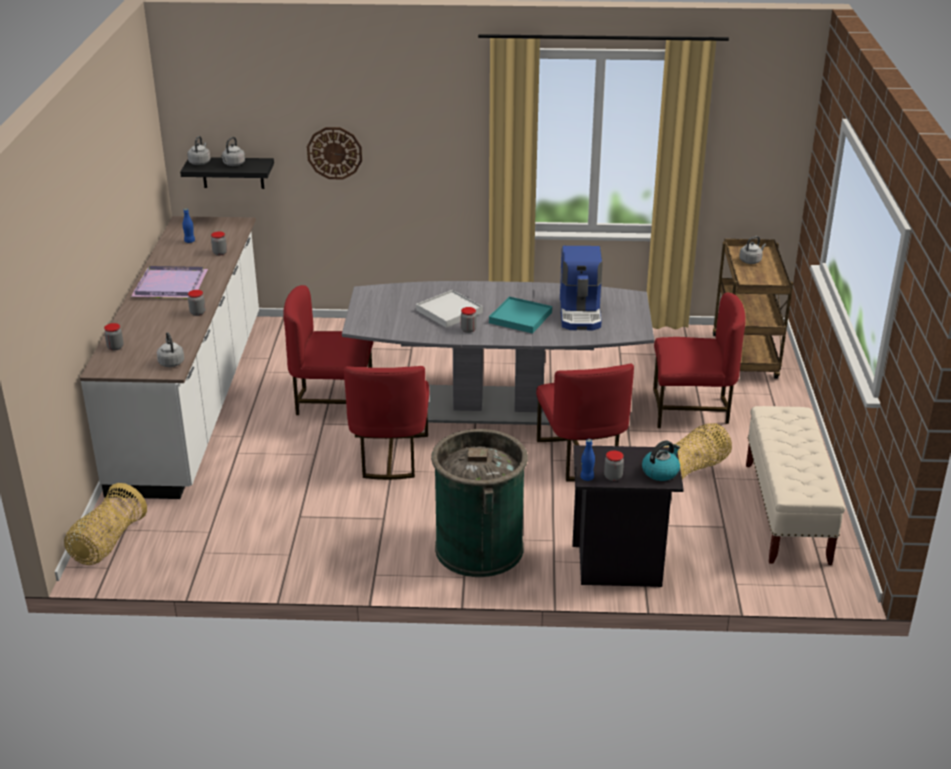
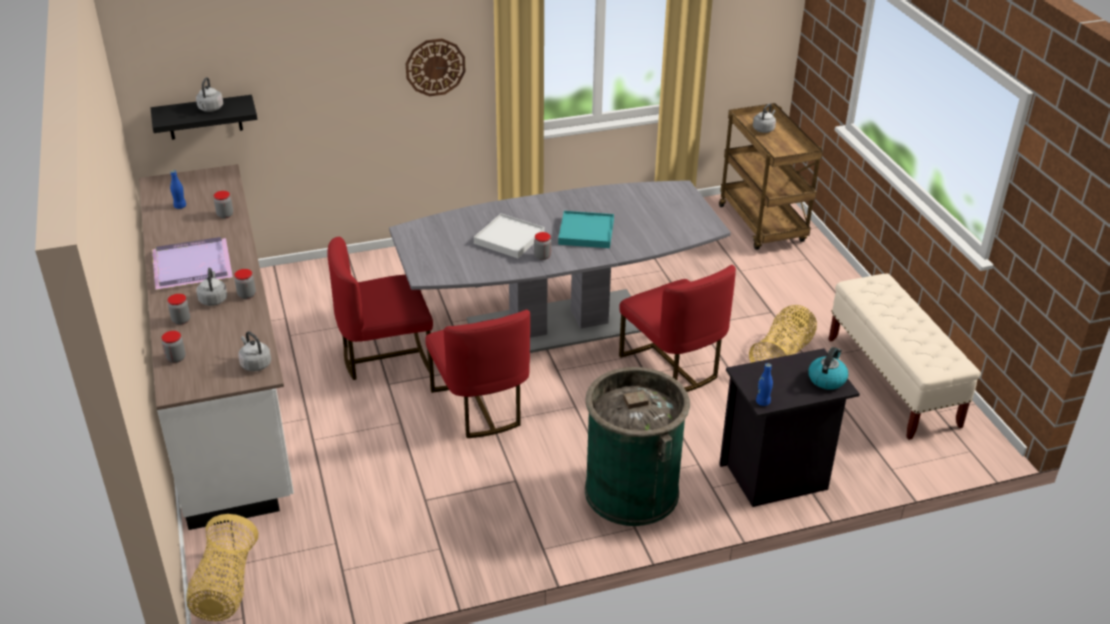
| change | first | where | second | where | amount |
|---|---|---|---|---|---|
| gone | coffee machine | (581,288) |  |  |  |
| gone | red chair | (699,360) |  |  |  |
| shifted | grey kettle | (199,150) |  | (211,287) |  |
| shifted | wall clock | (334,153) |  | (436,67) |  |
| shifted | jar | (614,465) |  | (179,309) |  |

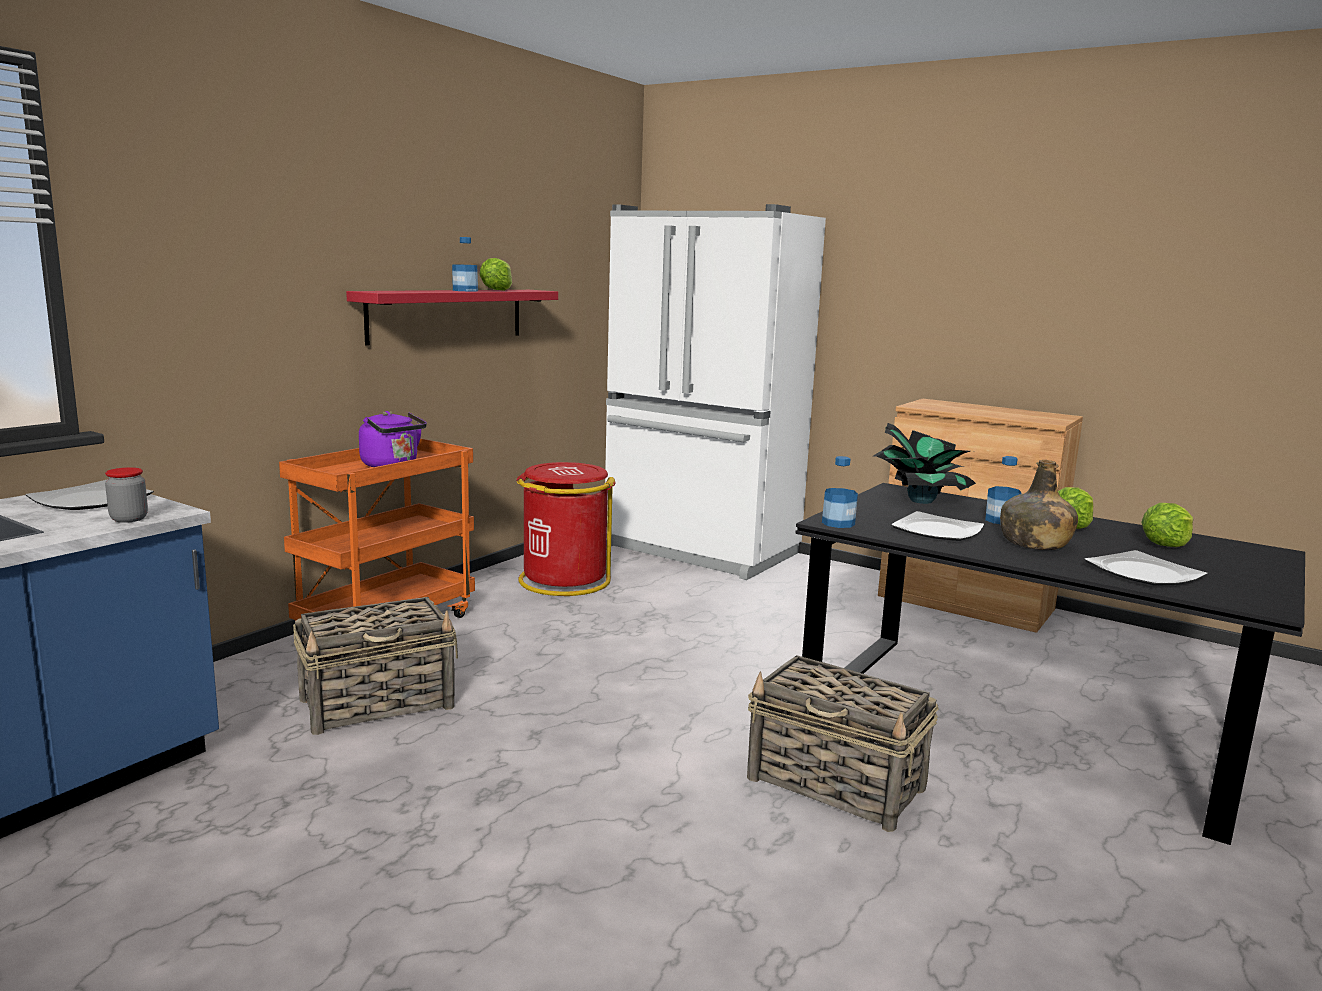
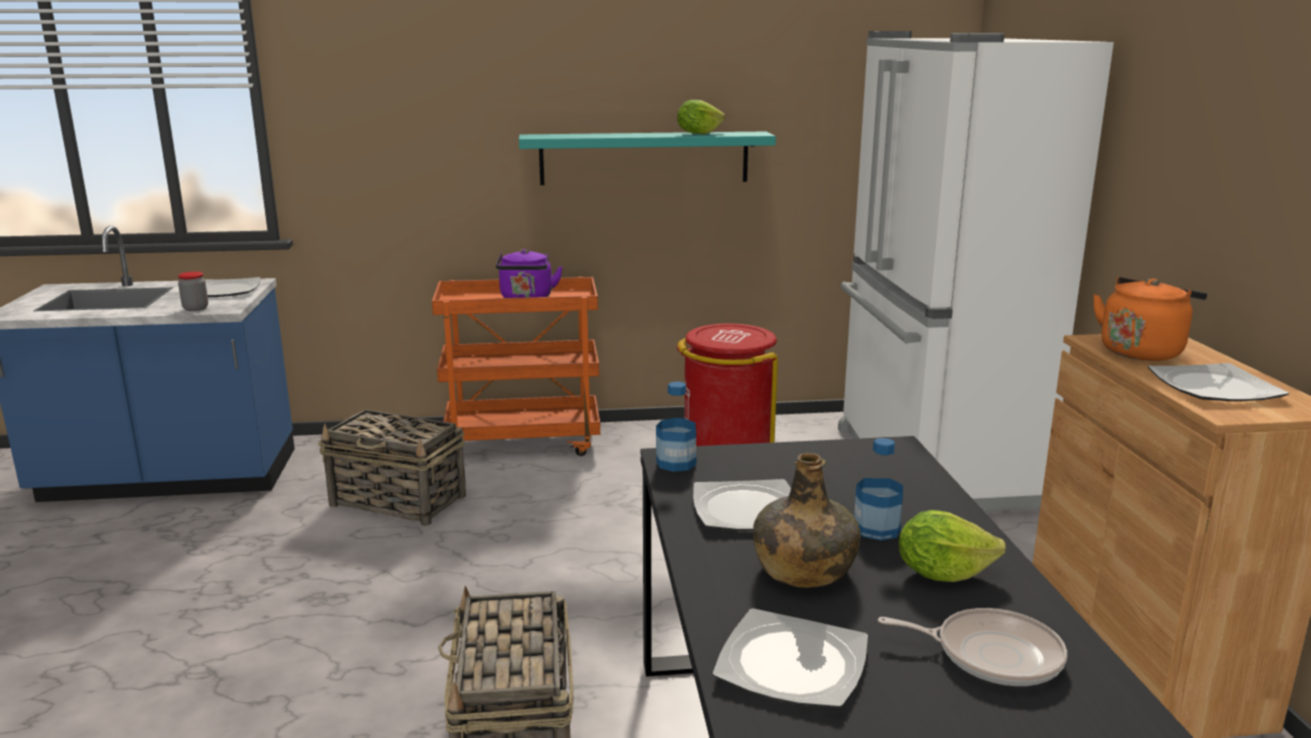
| change | first | where | second | where | amount |
|---|---|---|---|---|---|
| gone | bottle | (465,264) |  |  |  |
| gone | potted plant | (925,463) |  |  |  |
| new |  |  | orange kettle | (1150,319) |  |
| new |  |  | plate | (1218,382) |  |
| swapped | lettuce | (1167,525) | frying pan | (972,647) |  |
| repainted | red shelf | (452,318) | turquoise shelf | (647,158) |  |

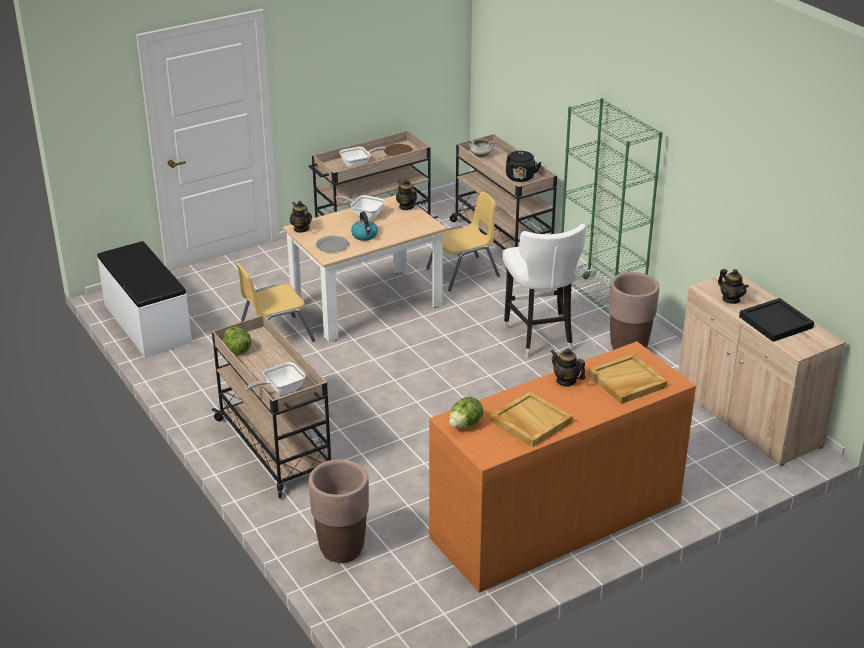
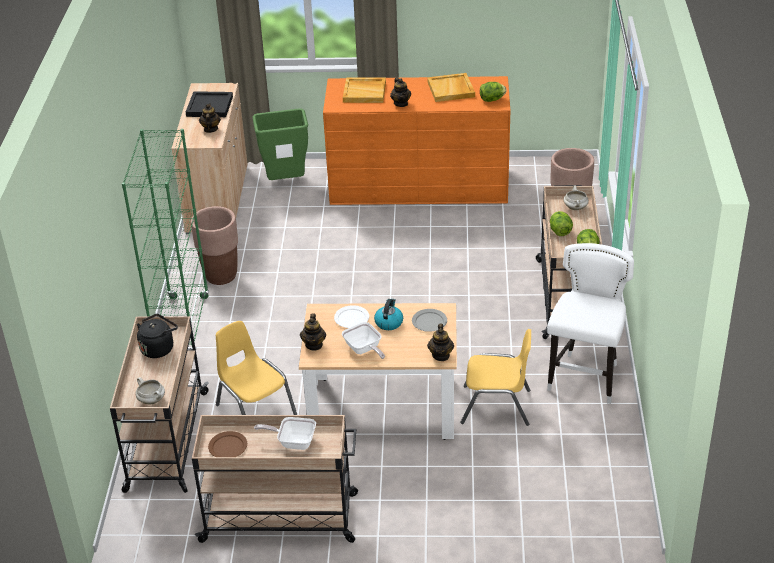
| change | first | where | second | where | amount |
|---|---|---|---|---|---|
| gone | white bench | (144,299) |  |  |  |
| new |  |  | green trash can | (280,144) |  |
| new |  |  | white plate | (351,316) |  |
| new |  |  | lettuce | (561,223) |  |
| shifted | white stool | (544,291) |  | (590,323) |  |
| swapped | frying pan | (275,378) | white cooking pot | (576,197) |  |
| rotated | yellow chair | (463,241) |  | (256,368) | 45 degrees clockwise |

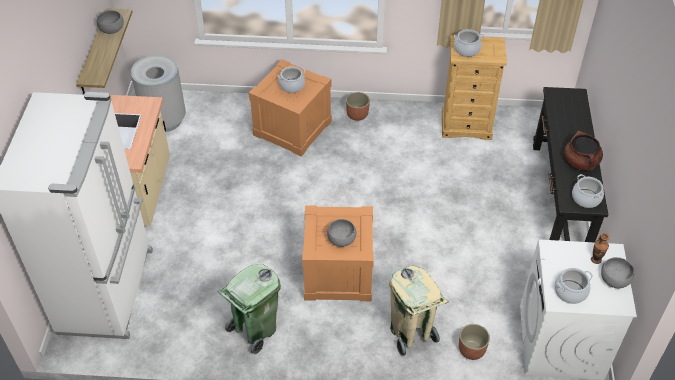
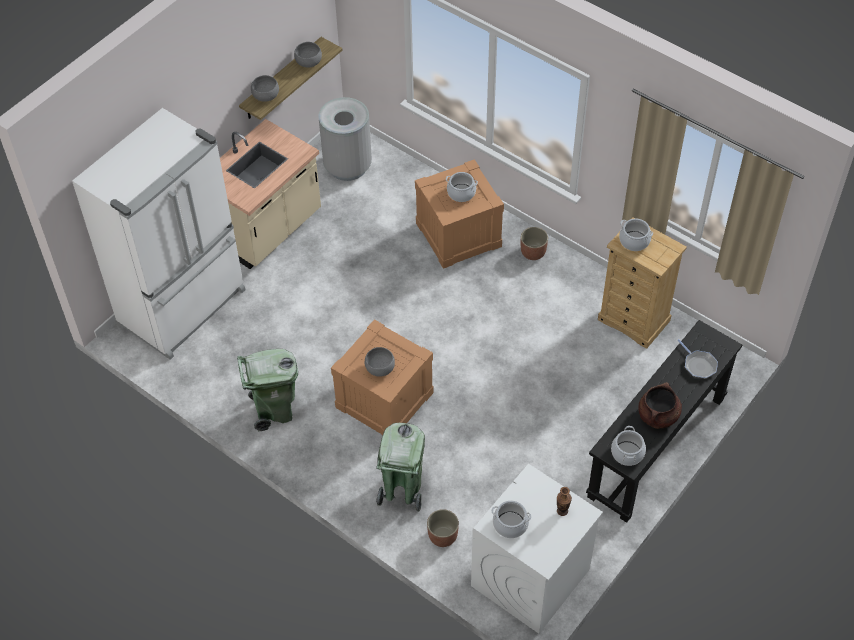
| change | first | where | second | where | amount |
|---|---|---|---|---|---|
| new |  |  | frying pan | (697,358) |  |
| shifted | grey bowl | (618,272) |  | (265,88) |  |
| repainted | beige trash can | (419,311) | green trash can | (400,467) |  |

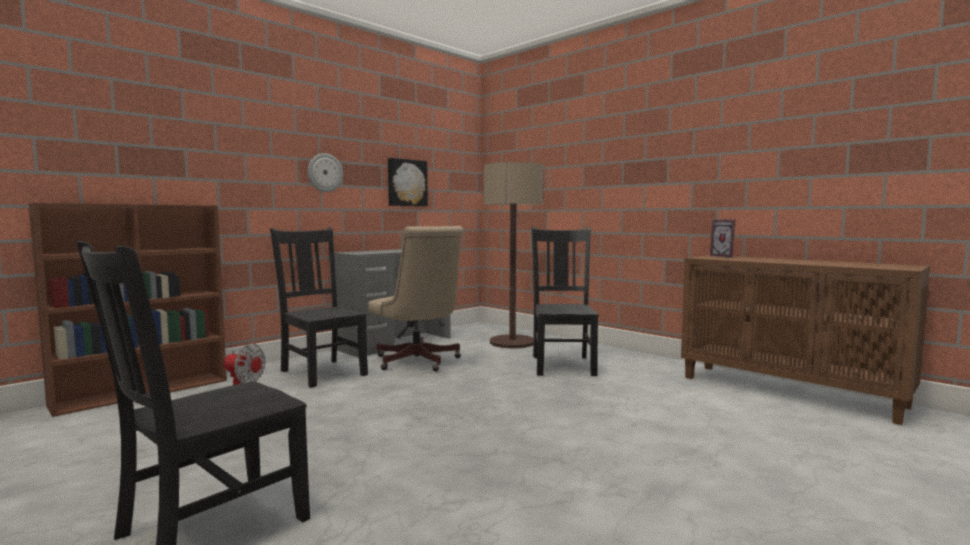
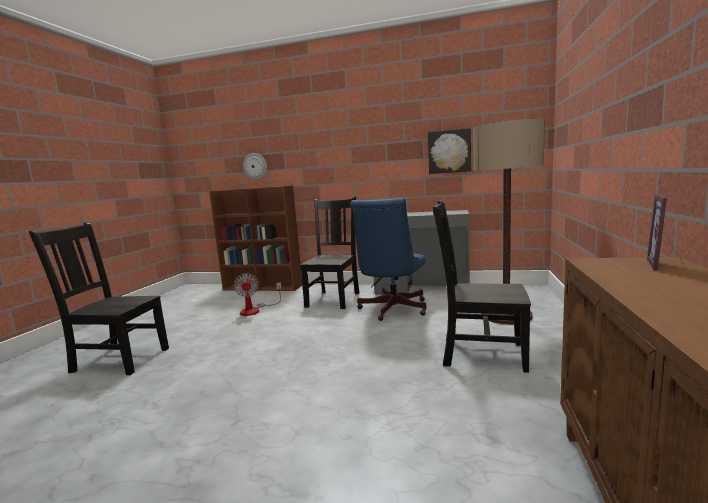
| change | first | where | second | where | amount |
|---|---|---|---|---|---|
| shifted | wall clock | (325,172) |  | (255,166) |  |
| repainted | beige office chair | (415,298) | blue office chair | (388,259) |  |
| rotated | black chair | (565,301) |  | (481,287) | 135 degrees counterclockwise |

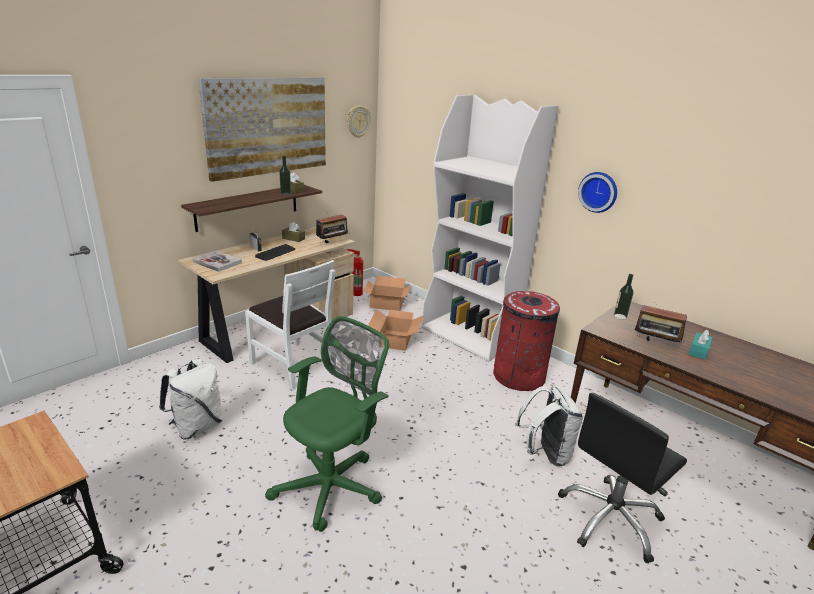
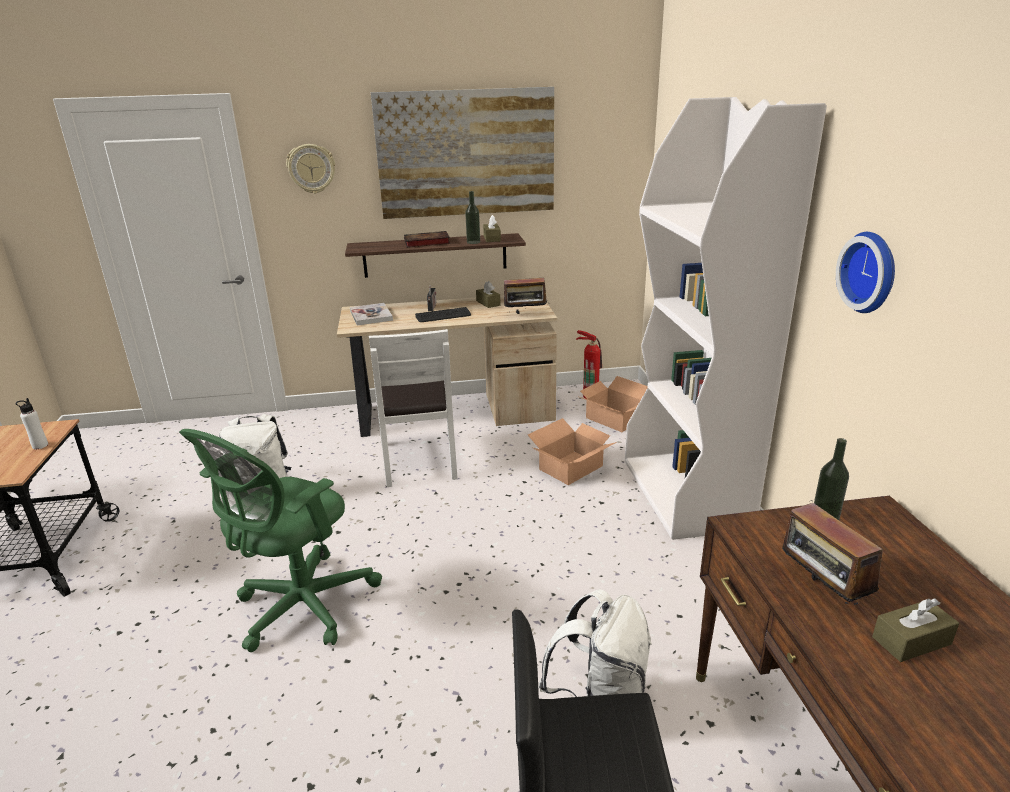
| change | first | where | second | where | amount |
|---|---|---|---|---|---|
| gone | red trash can | (526,341) |  |  |  |
| new |  |  | white bottle | (32,423) |  |
| new |  |  | book | (427,239) |  |
| shifted | wall clock | (359,121) |  | (310,169) |  |
| repainted | turquoise tissue box | (701,345) | brown tissue box | (915,630) |  |
| rotated | green office chair | (327,424) |  | (280,540) | 135 degrees clockwise |

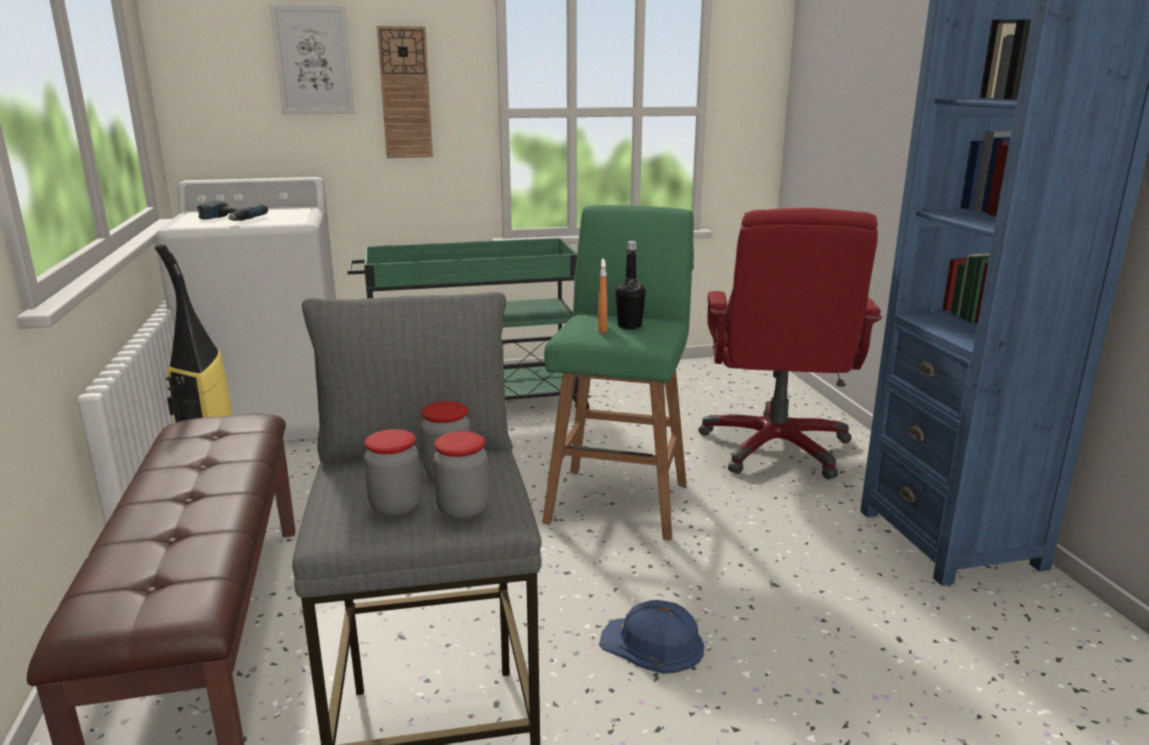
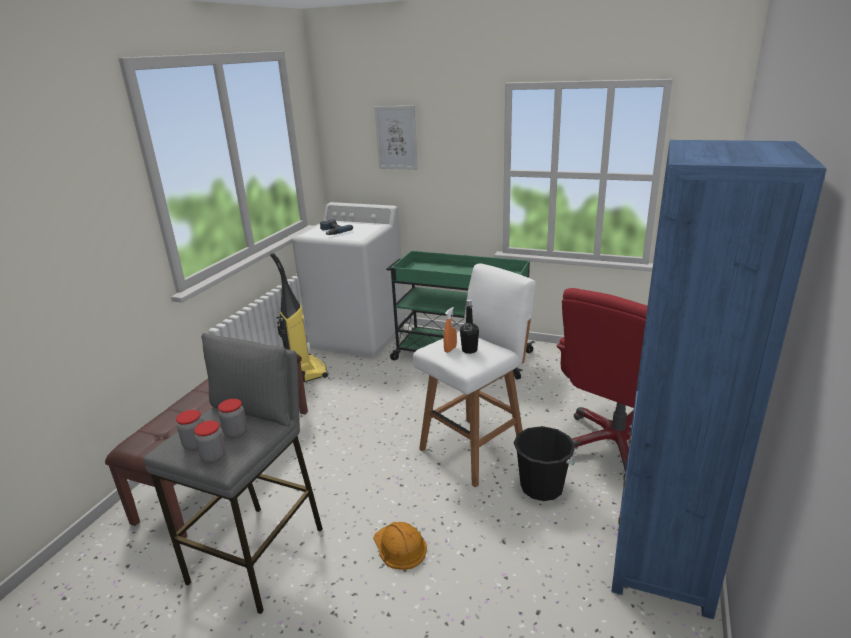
| change | first | where | second | where | amount |
|---|---|---|---|---|---|
| gone | wall clock | (405,92) |  |  |  |
| new |  |  | black bucket | (544,463) |  |
| repainted | green stool | (618,372) | white stool | (474,375) |  |
| repainted | blue hard hat | (651,637) | orange hard hat | (400,546) |  |

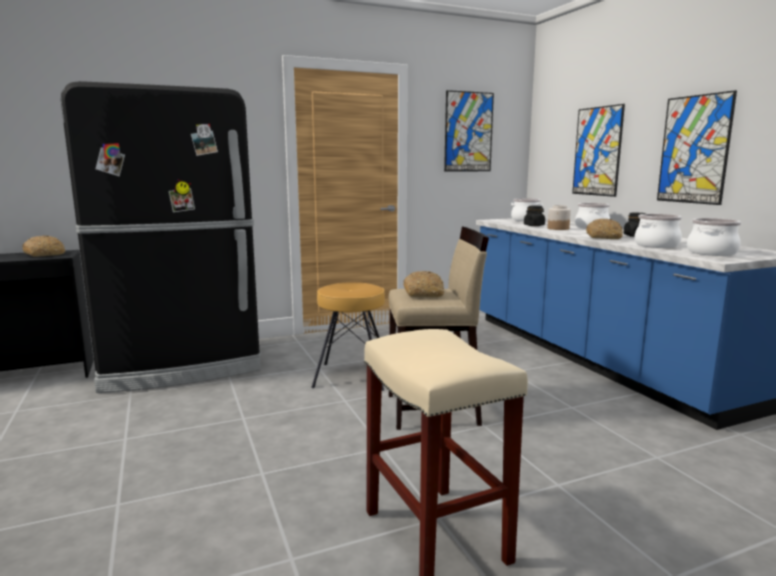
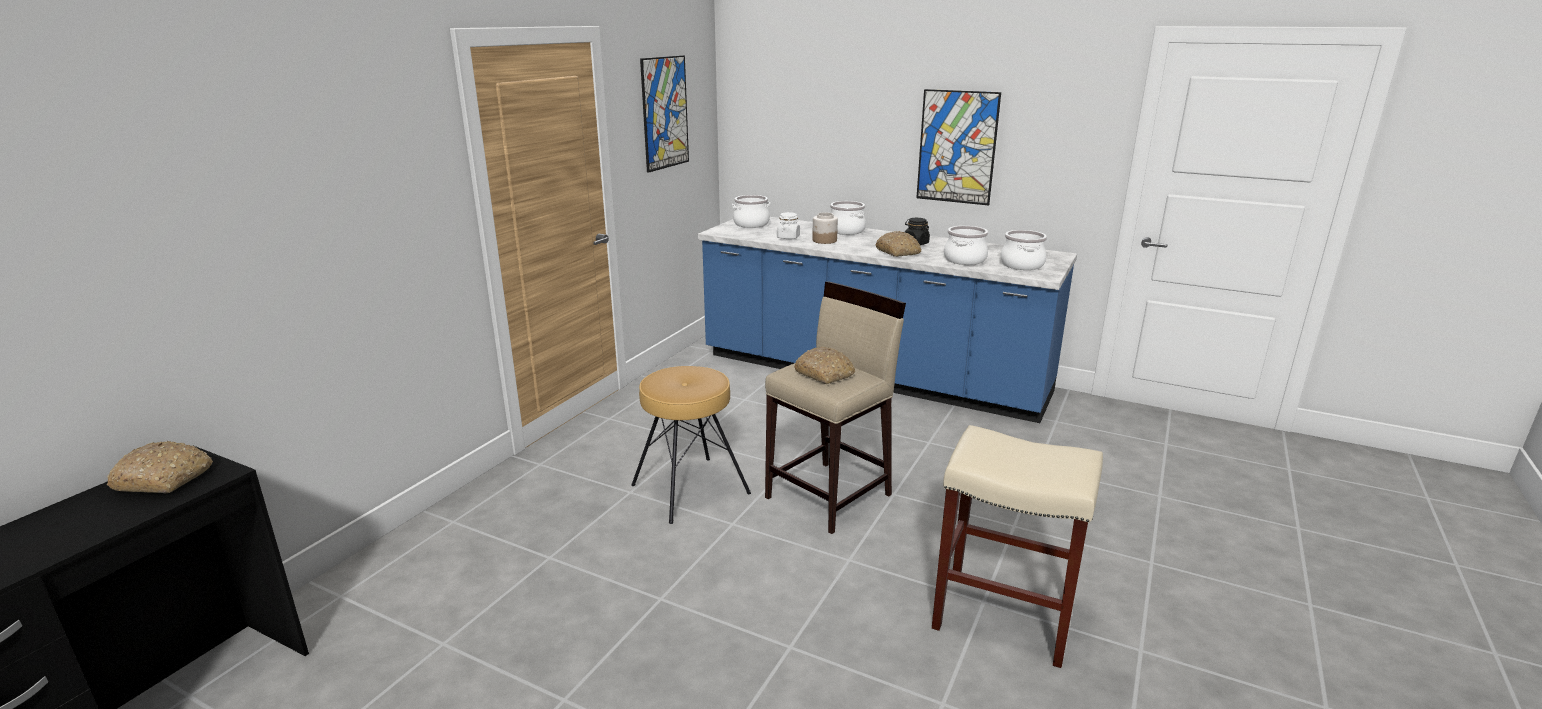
| change | first | where | second | where | amount |
|---|---|---|---|---|---|
| gone | black fridge | (161,237) |  |  |  |
| gone | picture | (598,150) |  |  |  |
| repainted | black jar | (534,216) | white jar | (788,225) |  |

